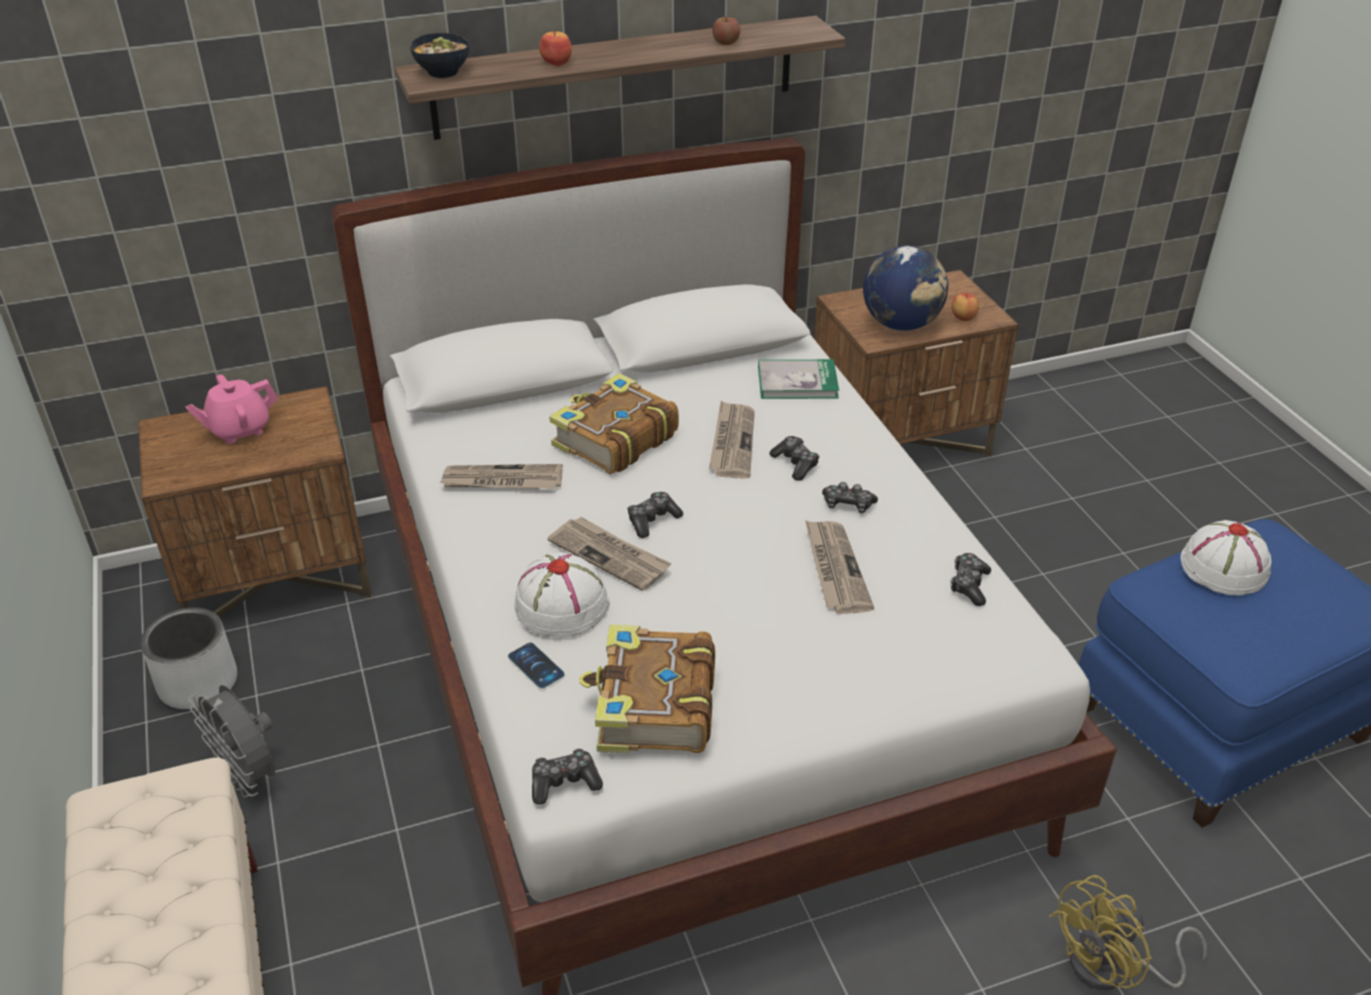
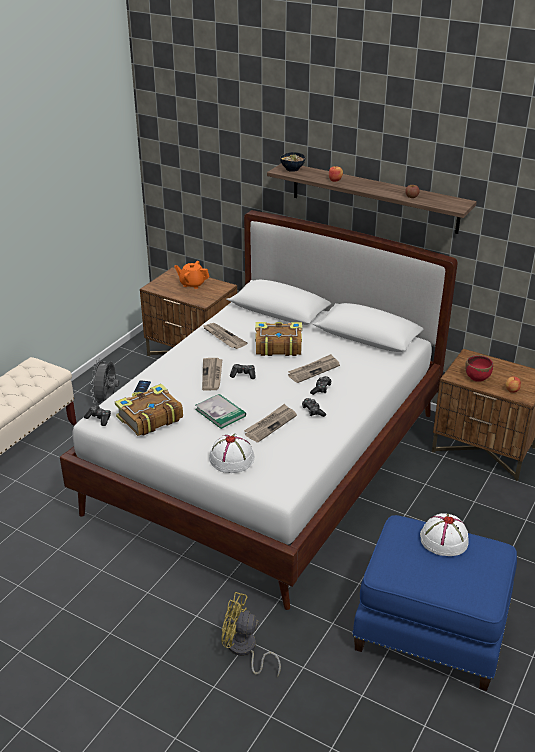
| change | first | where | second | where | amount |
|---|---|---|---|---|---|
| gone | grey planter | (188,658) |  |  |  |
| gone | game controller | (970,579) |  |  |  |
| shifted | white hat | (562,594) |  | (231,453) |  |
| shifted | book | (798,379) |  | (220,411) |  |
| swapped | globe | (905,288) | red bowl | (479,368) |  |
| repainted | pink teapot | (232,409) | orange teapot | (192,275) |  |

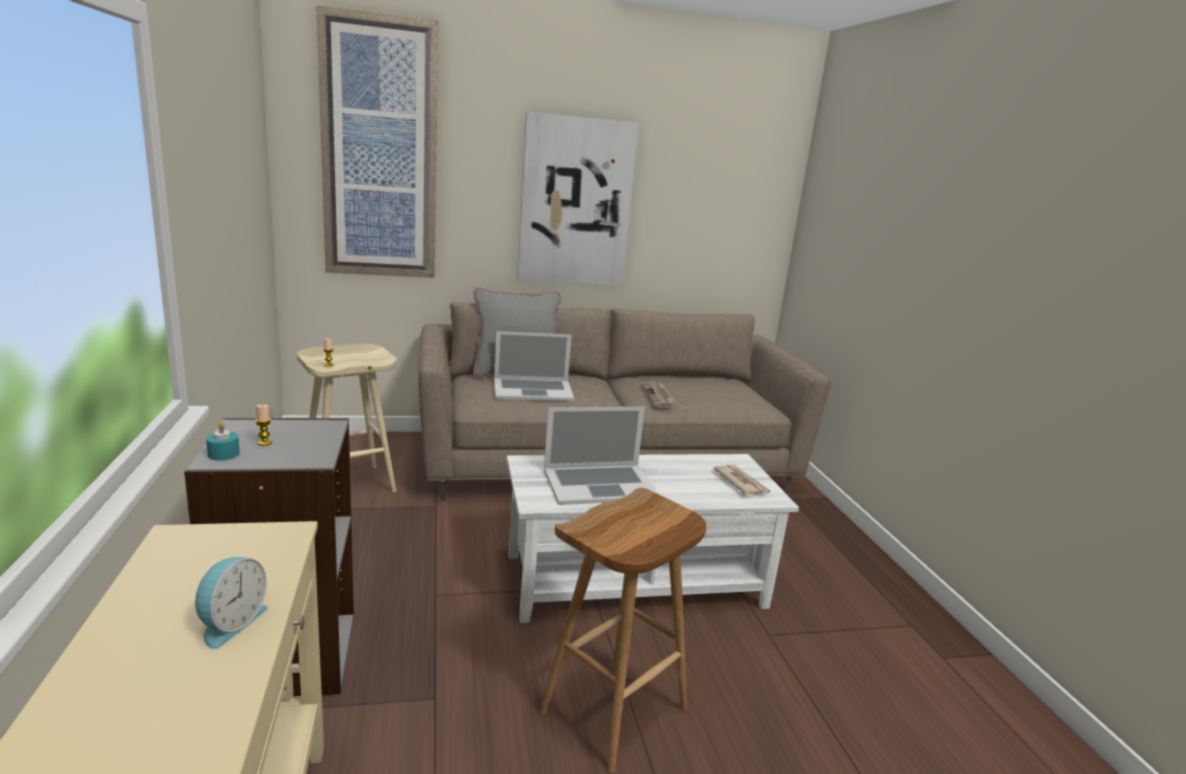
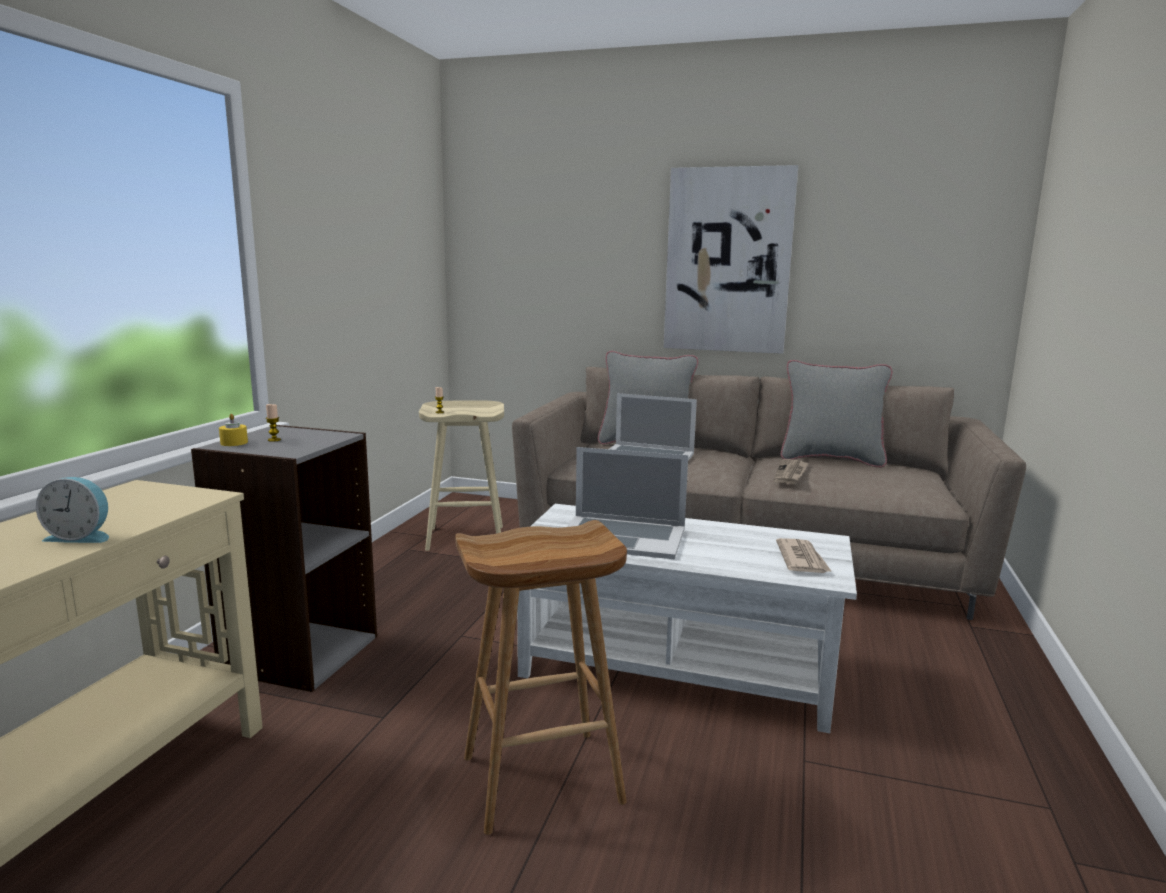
| change | first | where | second | where | amount |
|---|---|---|---|---|---|
| gone | picture | (377,141) |  |  |  |
| new |  |  | grey pillow | (836,413) |  |
| repainted | turquoise candle | (223,442) | yellow candle | (233,430) |  |
| rotated | alarm clock | (231,603) |  | (72,510) | 45 degrees clockwise |

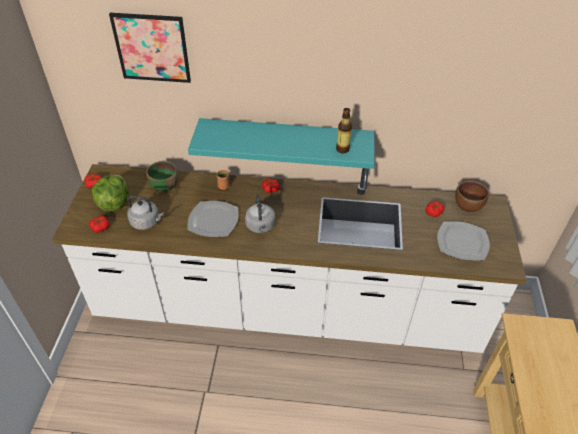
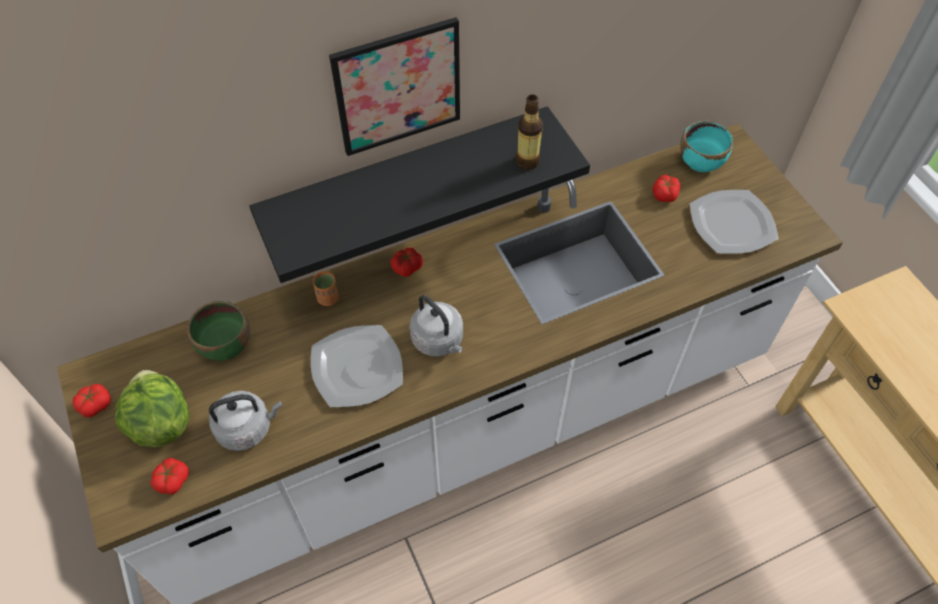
| change | first | where | second | where | amount |
|---|---|---|---|---|---|
| shifted | picture | (150,48) |  | (394,86) |  |
| repainted | turquoise shelf | (281,143) | black shelf | (419,194) |  |
| repainted | brown bowl | (472,196) | turquoise bowl | (706,146) |  |

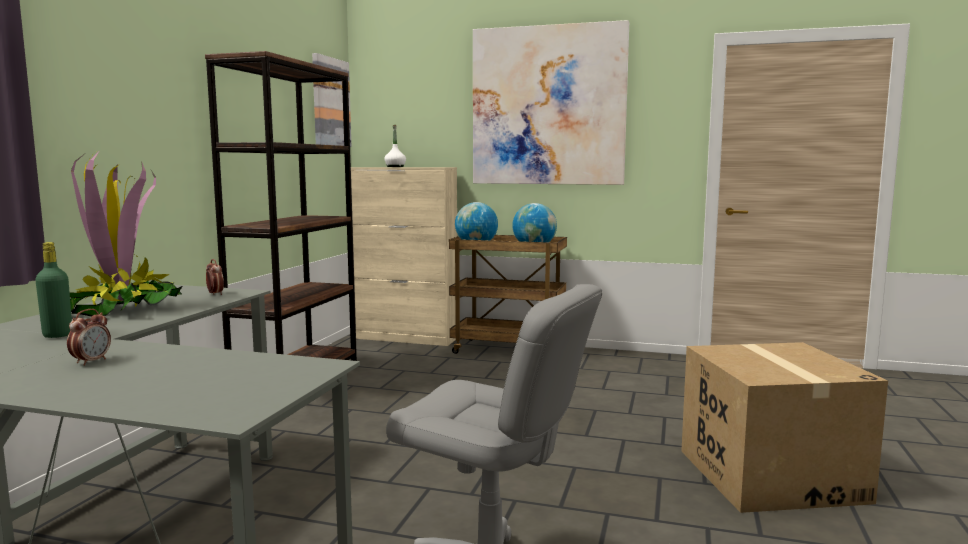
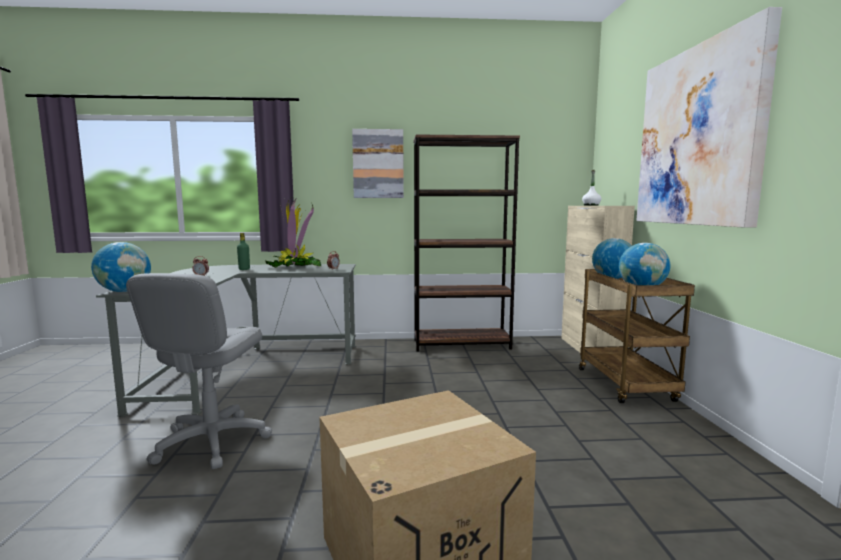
| change | first | where | second | where | amount |
|---|---|---|---|---|---|
| new |  |  | globe | (121,267) |  |
| shifted | picture | (332,100) |  | (378,163) |  |

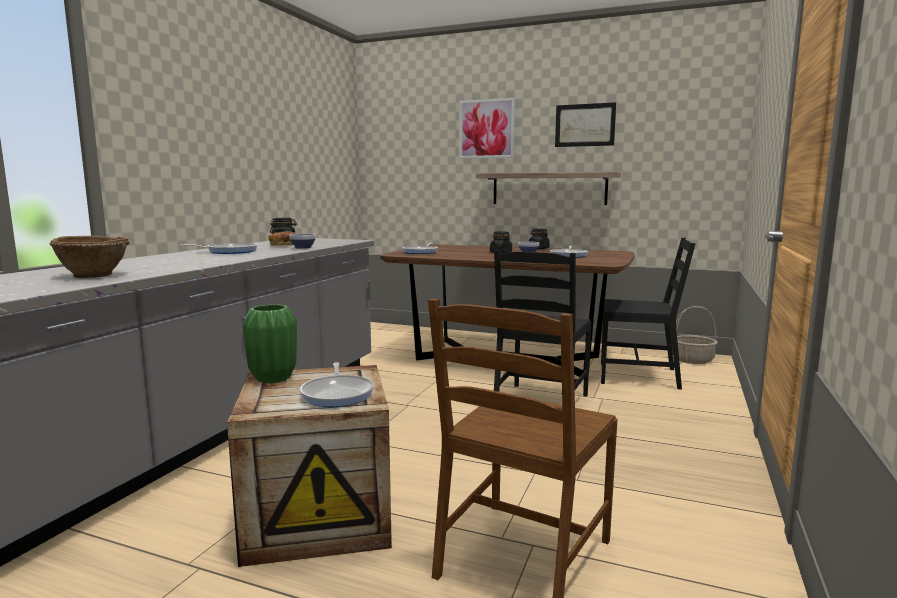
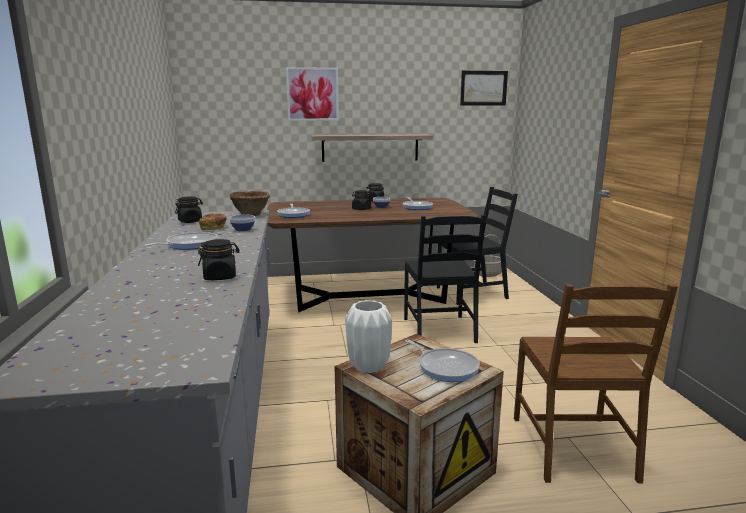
| change | first | where | second | where | amount |
|---|---|---|---|---|---|
| new |  |  | black jar | (219,259) |  |
| shifted | brown bowl | (89,257) |  | (250,203) |  |
| shifted | picture | (585,124) |  | (484,88) |  |
| repainted | green vase | (270,343) | white vase | (368,336) |  |

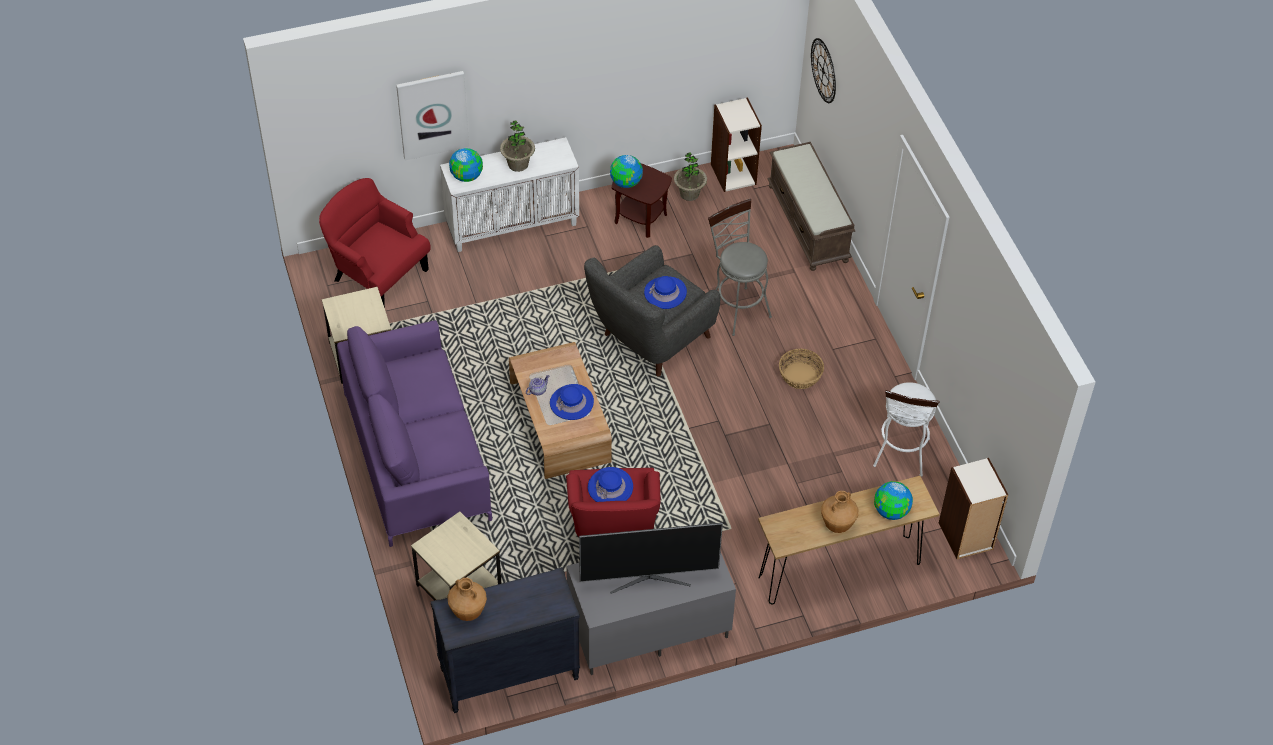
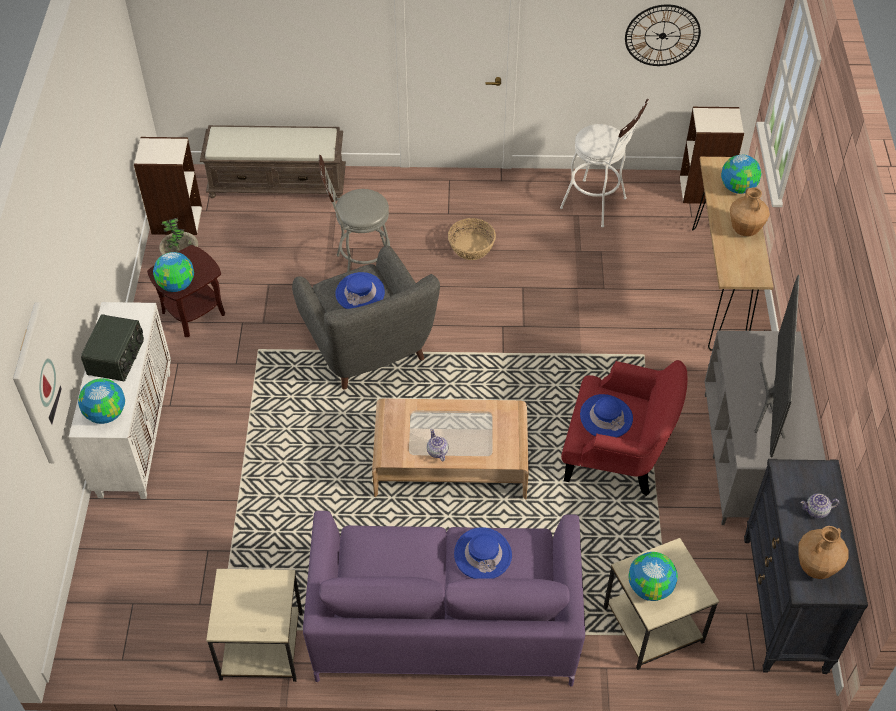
| change | first | where | second | where | amount |
|---|---|---|---|---|---|
| gone | red armchair | (375,243) |  |  |  |
| new |  |  | globe | (653,576) |  |
| new |  |  | teapot | (819,506) |  |
| shifted | blue hat | (572,402) |  | (483,553) |  |
| shifted | wall clock | (823,70) |  | (663,35) |  |
| swapped | potted plant | (517,146) | radio | (112,347) |  |

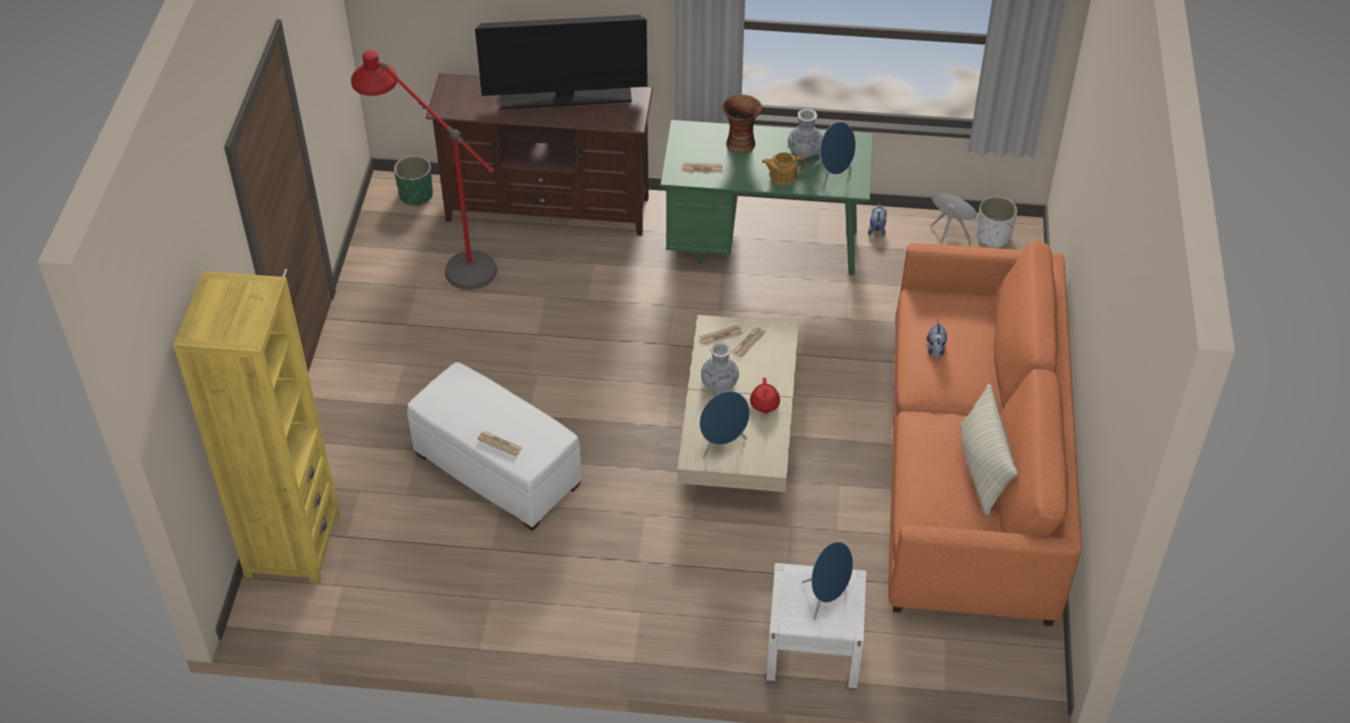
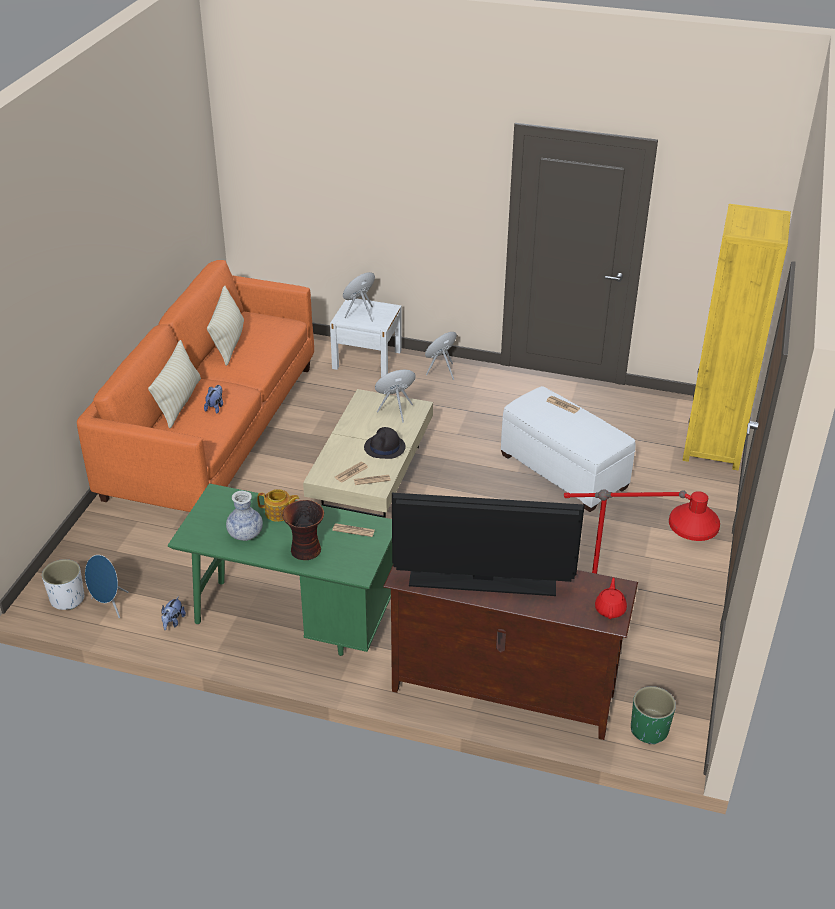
| change | first | where | second | where | amount |
|---|---|---|---|---|---|
| new |  |  | beige pillow | (174,384) |  |
| shifted | red teapot | (765,396) |  | (611,598) |  |
| shifted | blue speaker | (834,157) |  | (441,356) |  |
| swapped | vase | (720,367) | black hat | (385,443) |  |

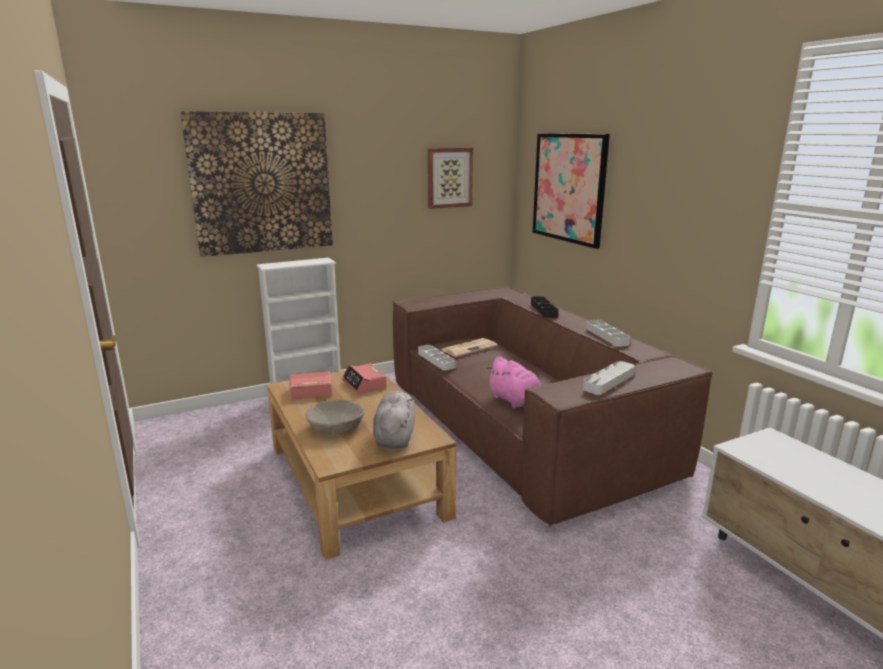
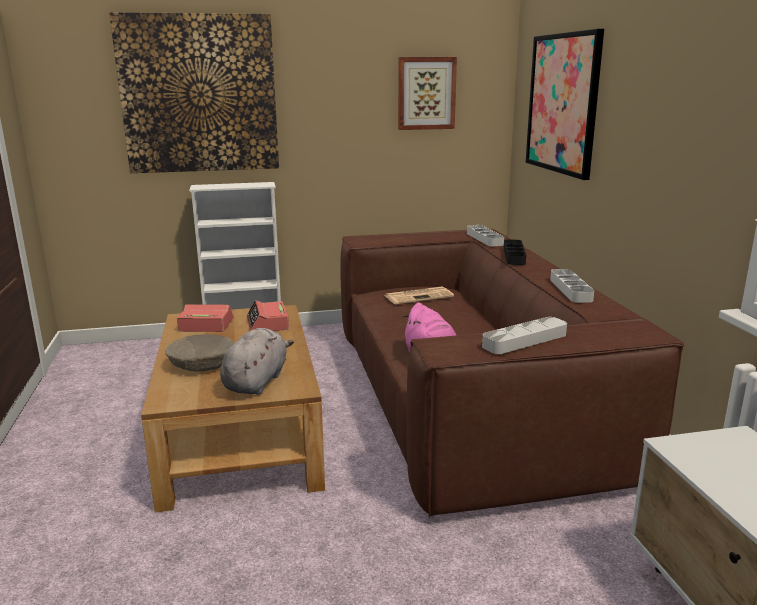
| change | first | where | second | where | amount |
|---|---|---|---|---|---|
| shifted | grey tray | (437,357) |  | (485,235) |  |

